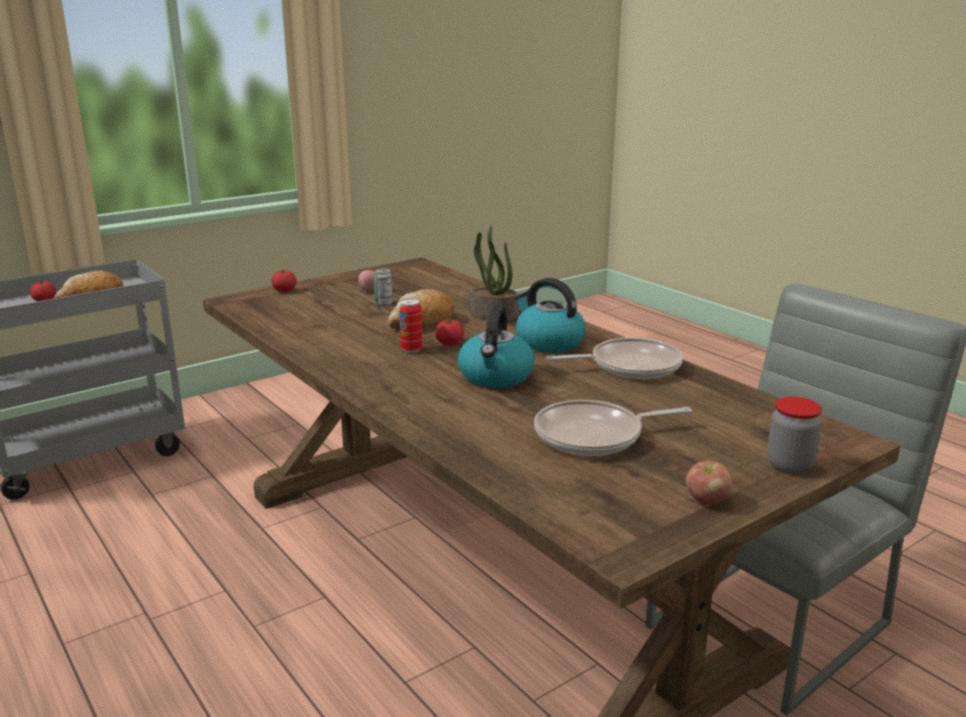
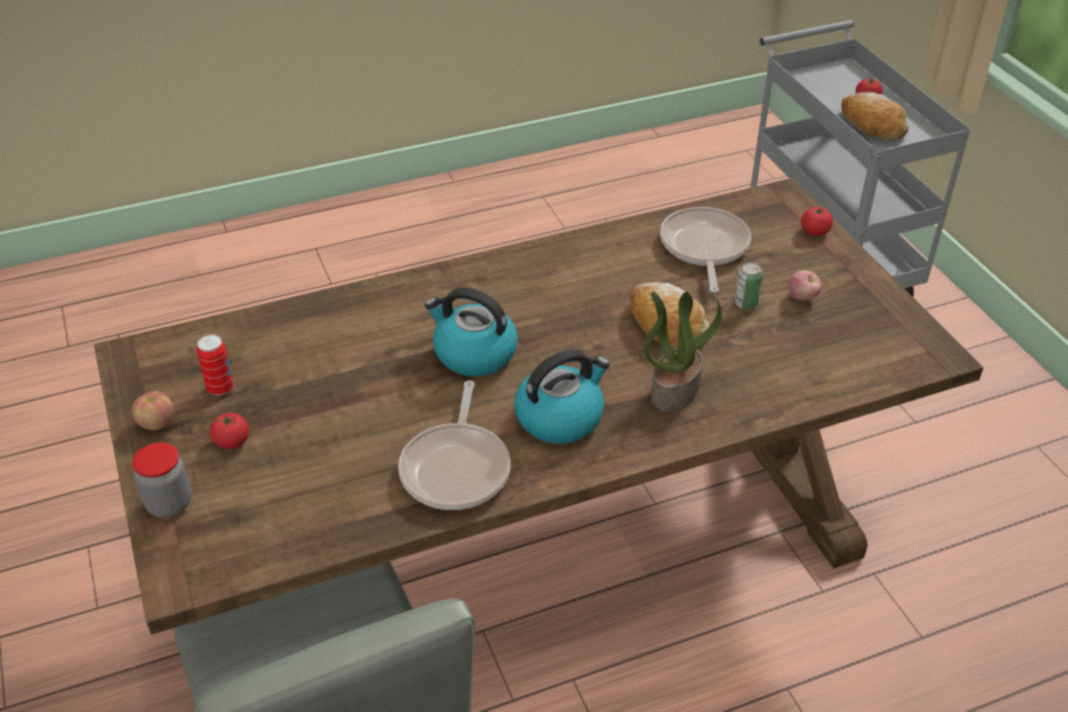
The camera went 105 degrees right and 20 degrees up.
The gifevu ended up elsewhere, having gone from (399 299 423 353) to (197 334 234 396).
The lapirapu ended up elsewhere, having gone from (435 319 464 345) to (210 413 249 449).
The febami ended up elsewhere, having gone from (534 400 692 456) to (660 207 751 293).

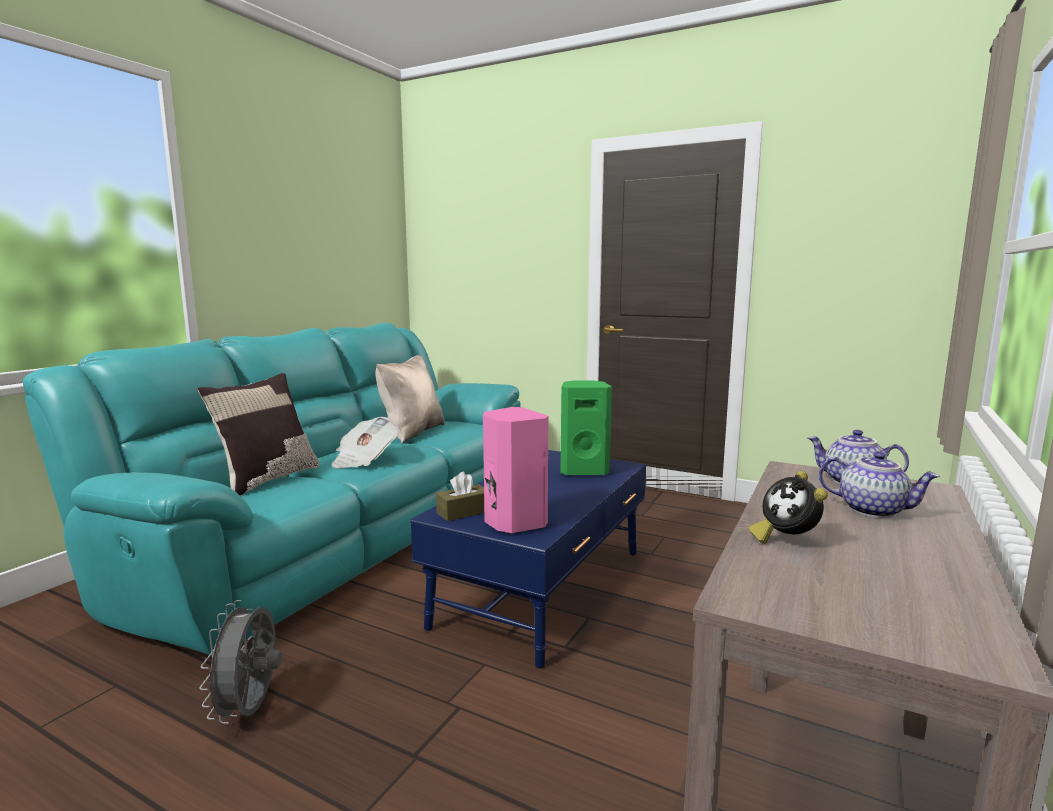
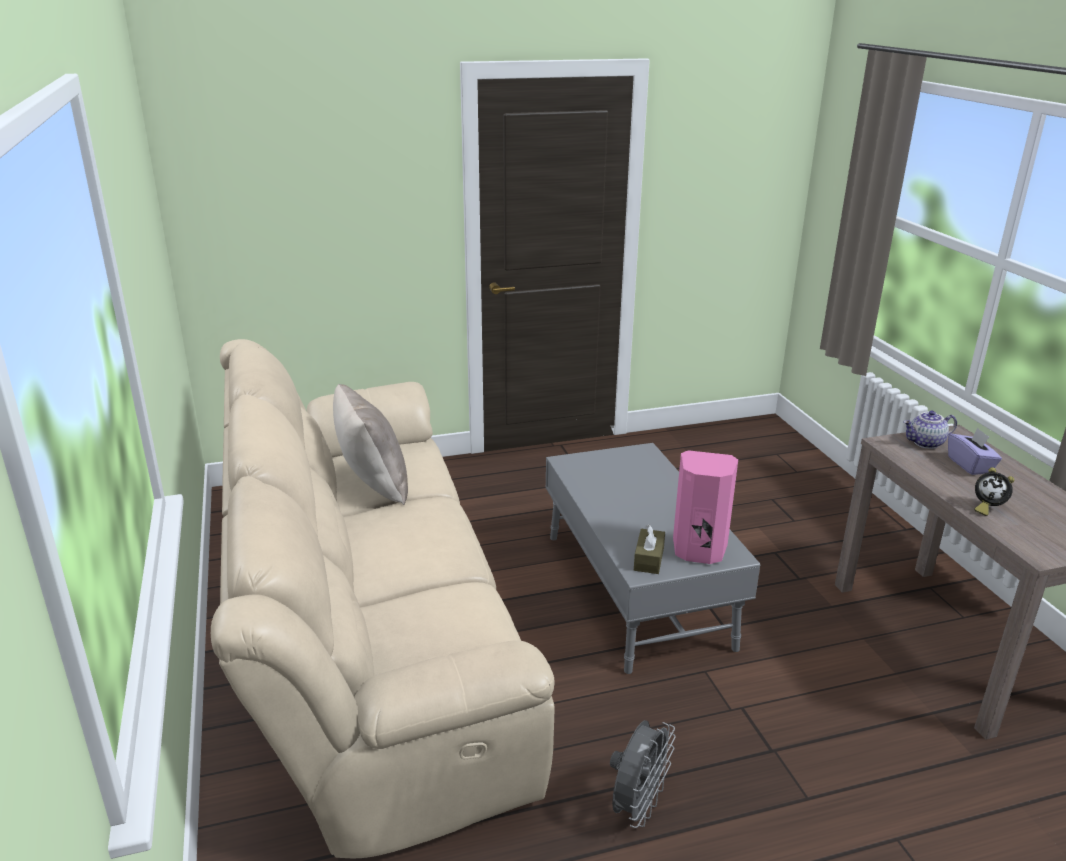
The camera went 45 degrees left and 15 degrees up.
What was the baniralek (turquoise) at (23 323 520 655) turned into the baniralek (beige) at (211 339 555 858).
The second view lost the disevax at (198 373 320 495).
The second view lost the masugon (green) at (560 381 612 475).
The second view lost the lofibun at (331 417 398 468).
What was the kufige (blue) at (411 450 646 668) turned into the kufige (grey) at (545 443 760 674).
Where the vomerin stood at (819 451 940 518), the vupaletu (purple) came to stand at (948 428 1002 475).
The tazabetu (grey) at (199 600 282 724) ended up facing another way, 105 degrees counterclockwise from before.

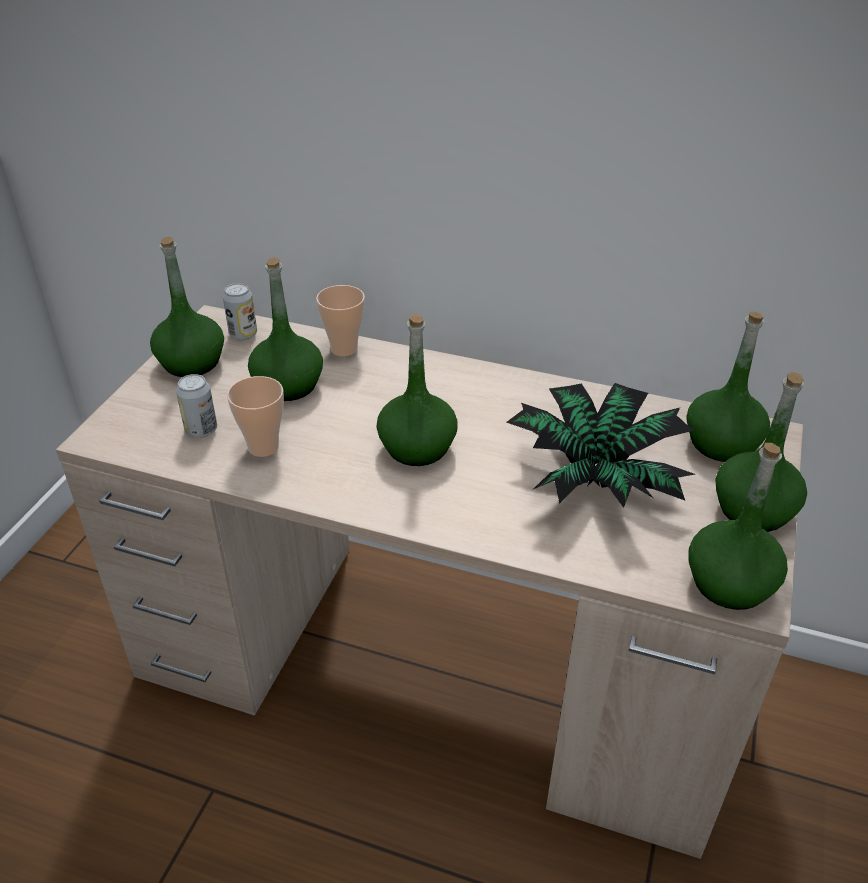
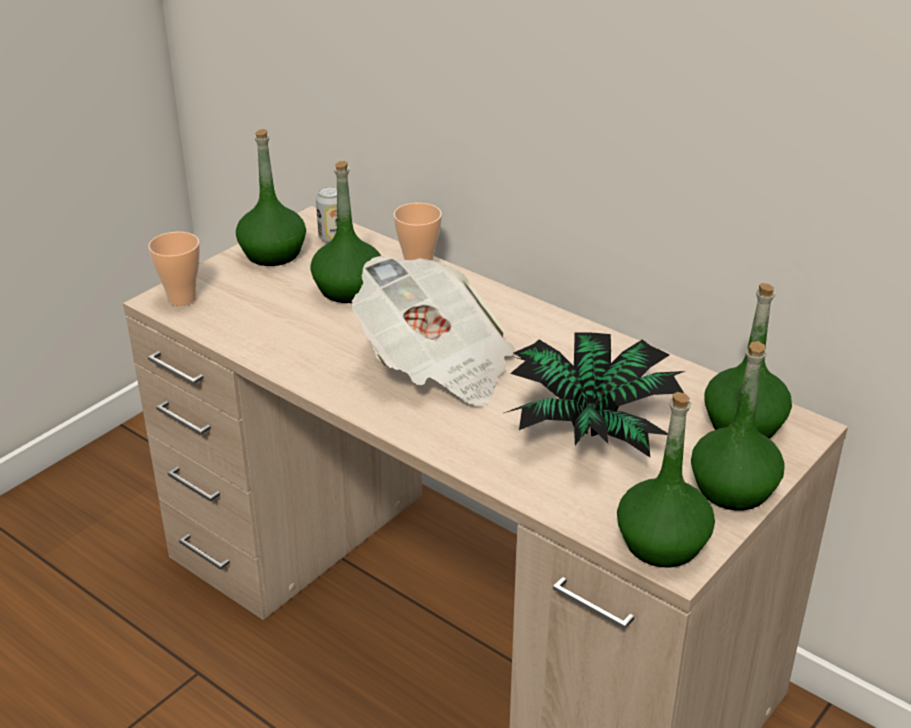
The camera went 20 degrees right and 5 degrees down.
Where the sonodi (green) stood at (377 314 458 466), the lofibun came to stand at (352 256 515 406).
The second view lost the gifevu at (176 374 217 438).
The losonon ended up elsewhere, having gone from (227 376 284 457) to (148 232 200 306).

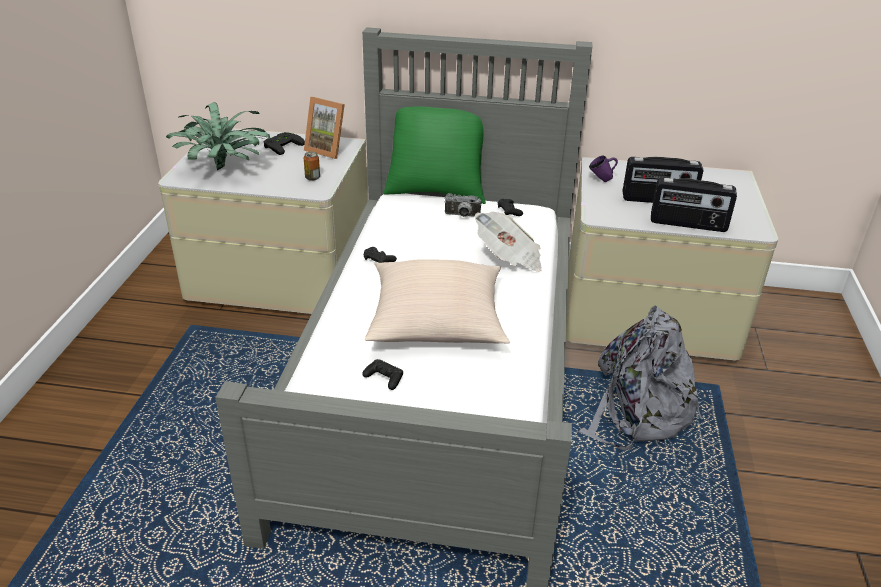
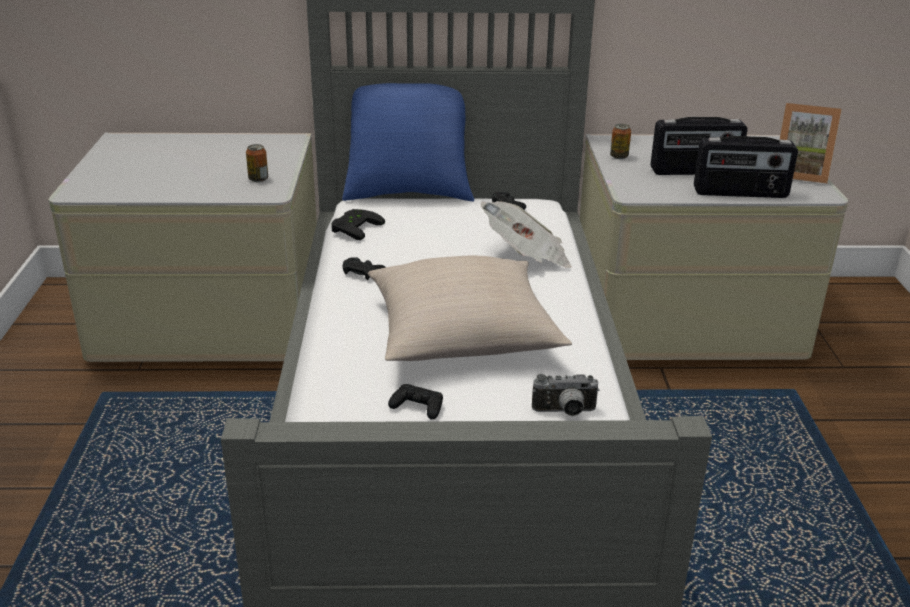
The camera went 10 degrees left and 5 degrees down.
The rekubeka ended up elsewhere, having gone from (304 97 345 159) to (780 103 842 184).
The second view lost the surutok at (166 102 271 170).
What was the disevax (green) at (384 107 486 204) turned into the disevax (blue) at (342 83 474 202).
The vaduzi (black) ended up elsewhere, having gone from (263 132 305 155) to (331 209 385 240).
Where the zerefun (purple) stood at (589 156 618 182), the gifevu came to stand at (610 124 631 159).
The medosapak ended up elsewhere, having gone from (444 193 481 217) to (532 374 600 416).
The second view lost the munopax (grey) at (579 305 702 450).

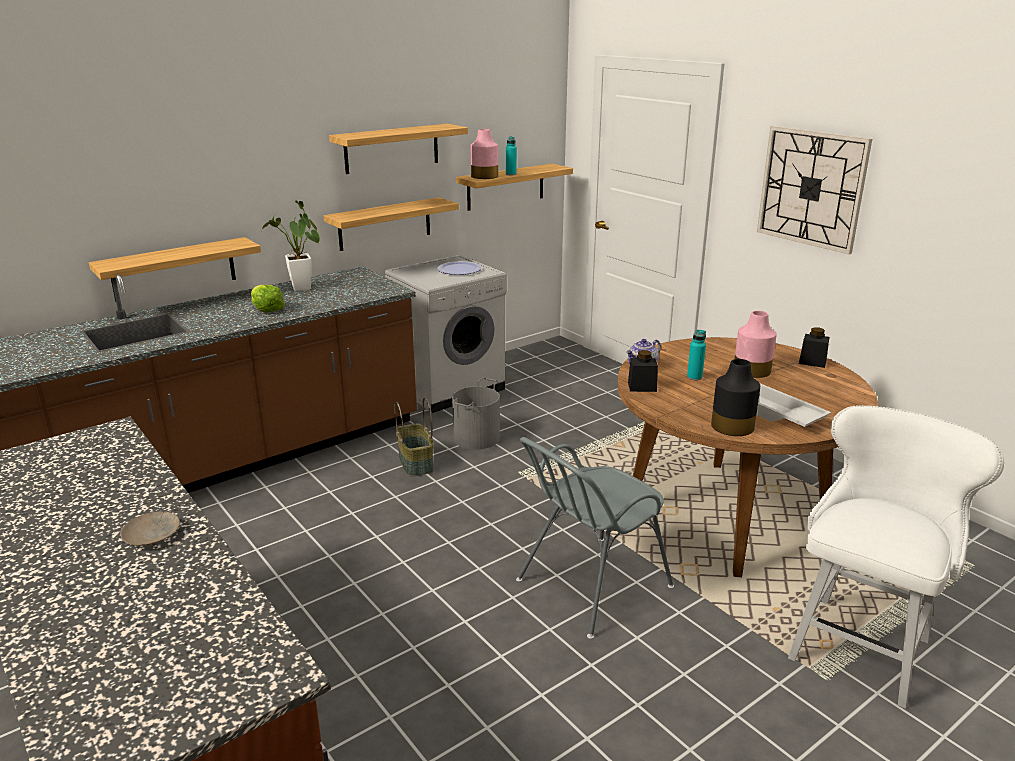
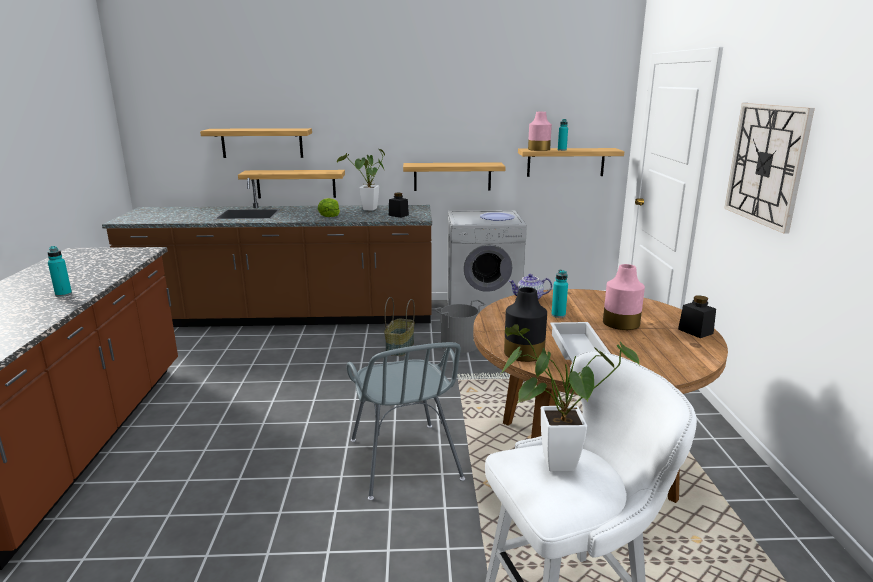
The camera went 35 degrees right and 5 degrees down.
The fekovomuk ended up elsewhere, having gone from (329 124 468 174) to (200 128 312 158).
The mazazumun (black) ended up elsewhere, having gone from (628 350 658 392) to (389 193 409 218).
The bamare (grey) at (516 437 674 639) ended up facing another way, 105 degrees counterclockwise from before.
Where the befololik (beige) stood at (120 511 180 546), the sonodi (turquoise) came to stand at (47 246 72 297).
The second view gained the surutok at (501 325 640 471).

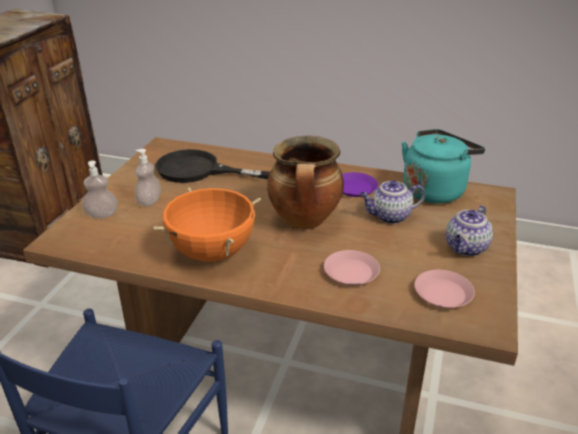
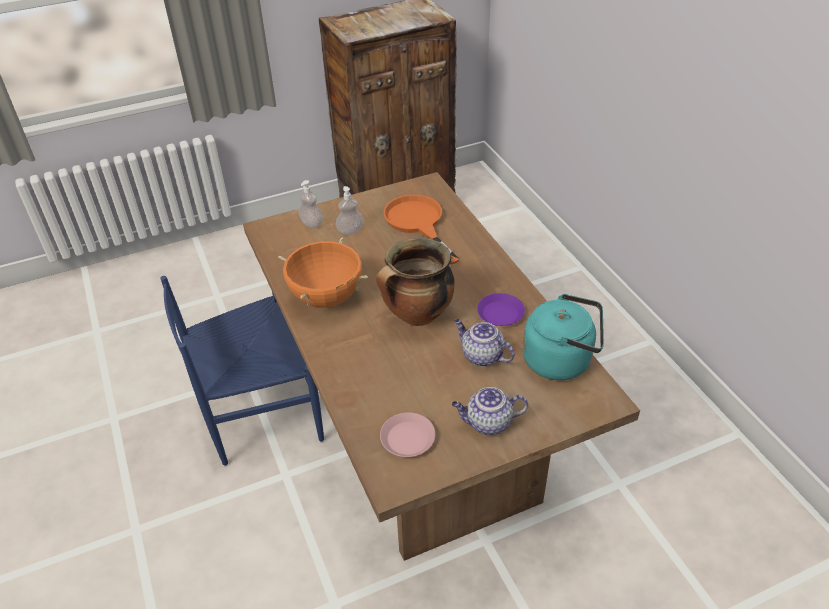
The camera went 50 degrees right and 10 degrees up.
What was the febami (black) at (155 149 270 183) turned into the febami (orange) at (383 195 460 264).
The second view lost the befololik (pink) at (324 250 380 286).

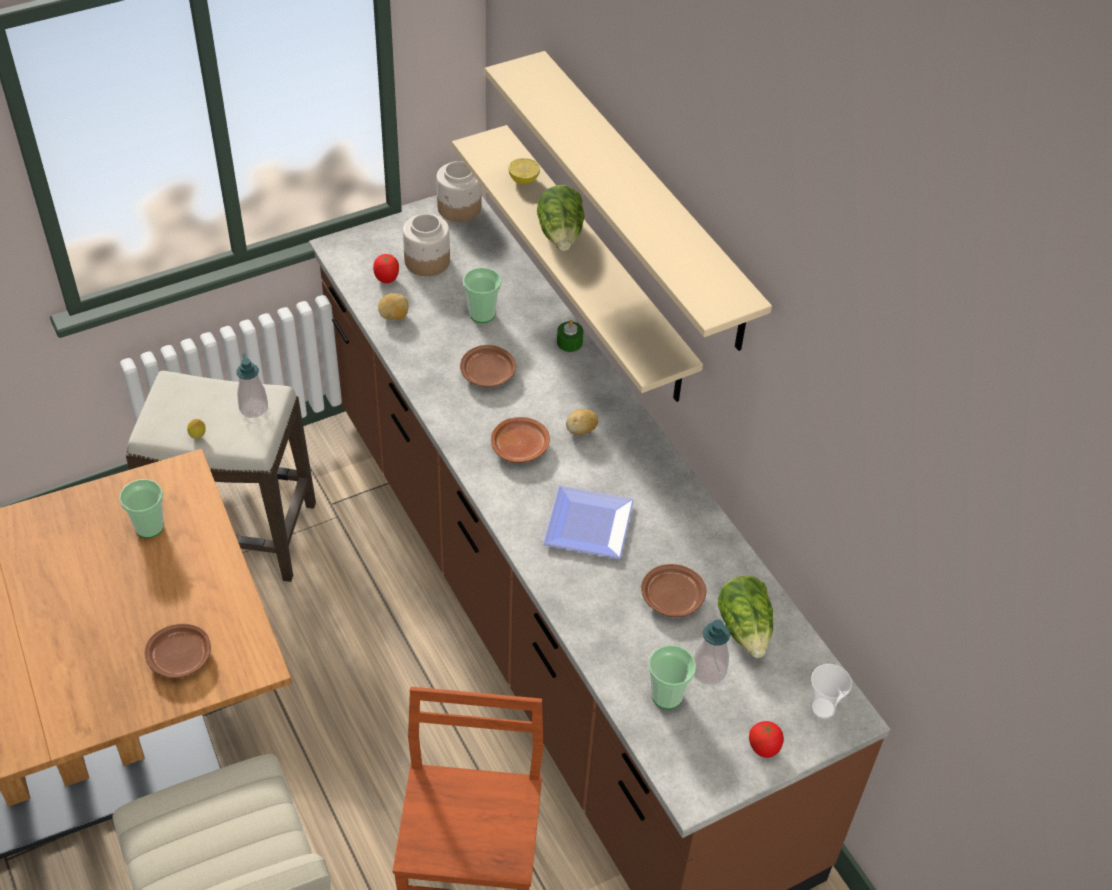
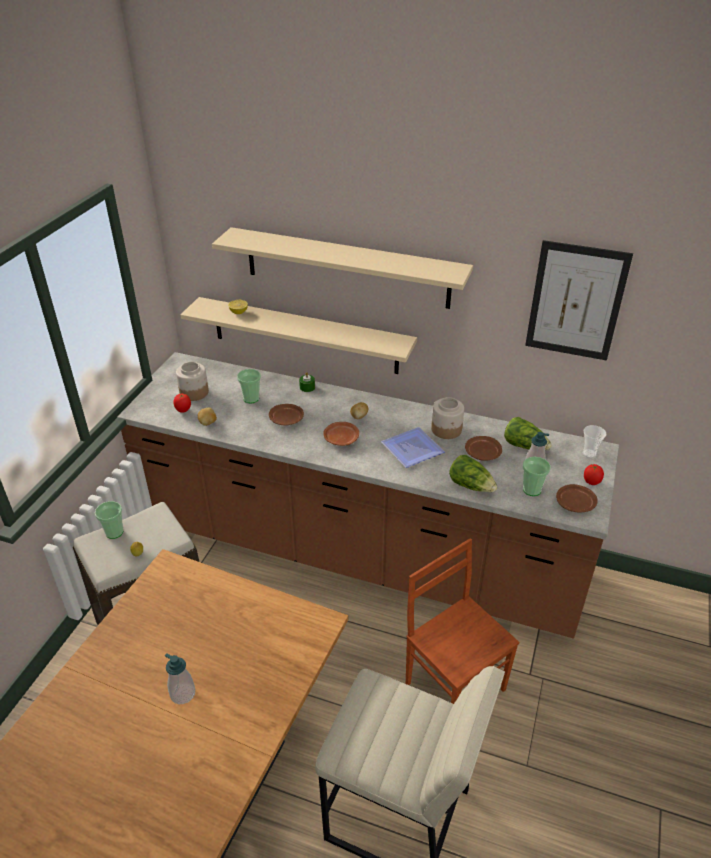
The camera went 40 degrees left and 10 degrees down.
The mazazumun ended up elsewhere, having gone from (436 161 481 222) to (431 397 464 439).
The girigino ended up elsewhere, having gone from (537 185 585 251) to (449 455 497 492).
The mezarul ended up elsewhere, having gone from (236 353 268 418) to (165 653 195 704).
The losonon ended up elsewhere, having gone from (119 479 164 538) to (95 501 123 539).
The befololik (brown) ended up elsewhere, having gone from (145 624 211 678) to (556 484 598 513).
The second view gained the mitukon at (525 240 633 361).

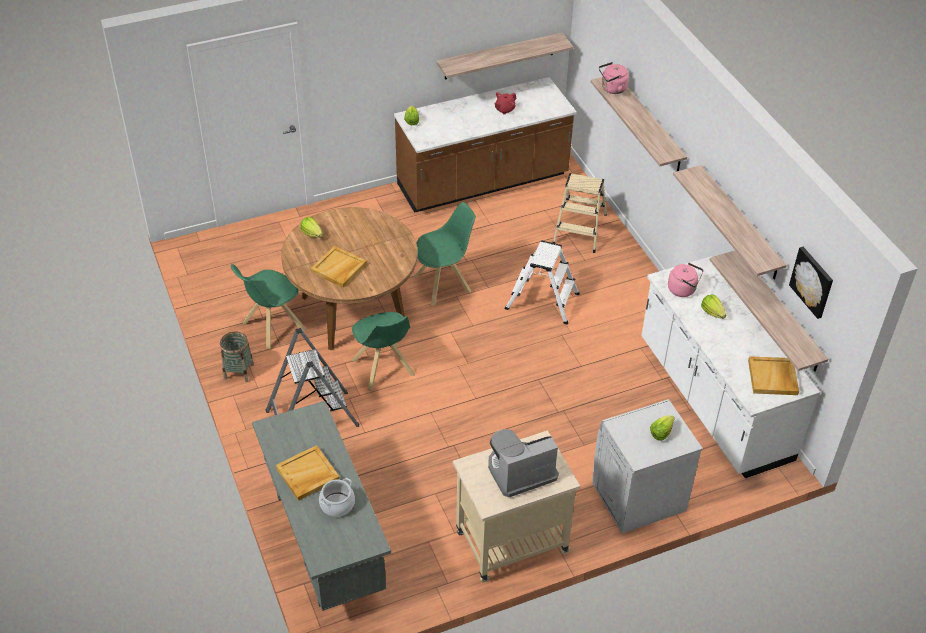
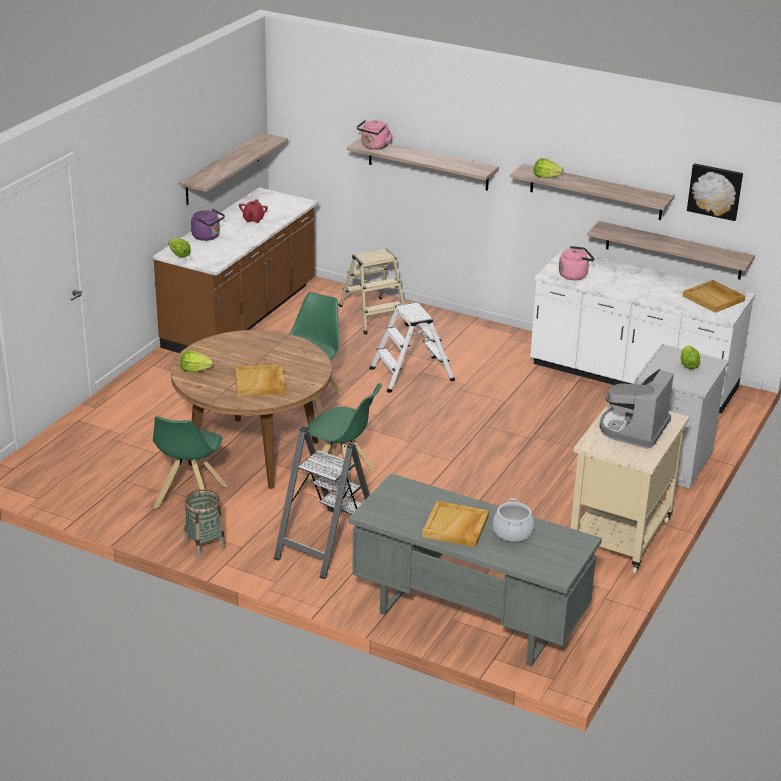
The camera went 40 degrees left and 15 degrees down.
The girigino ended up elsewhere, having gone from (701 294 726 319) to (534 158 563 178).
The second view gained the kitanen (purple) at (191 209 225 241).

